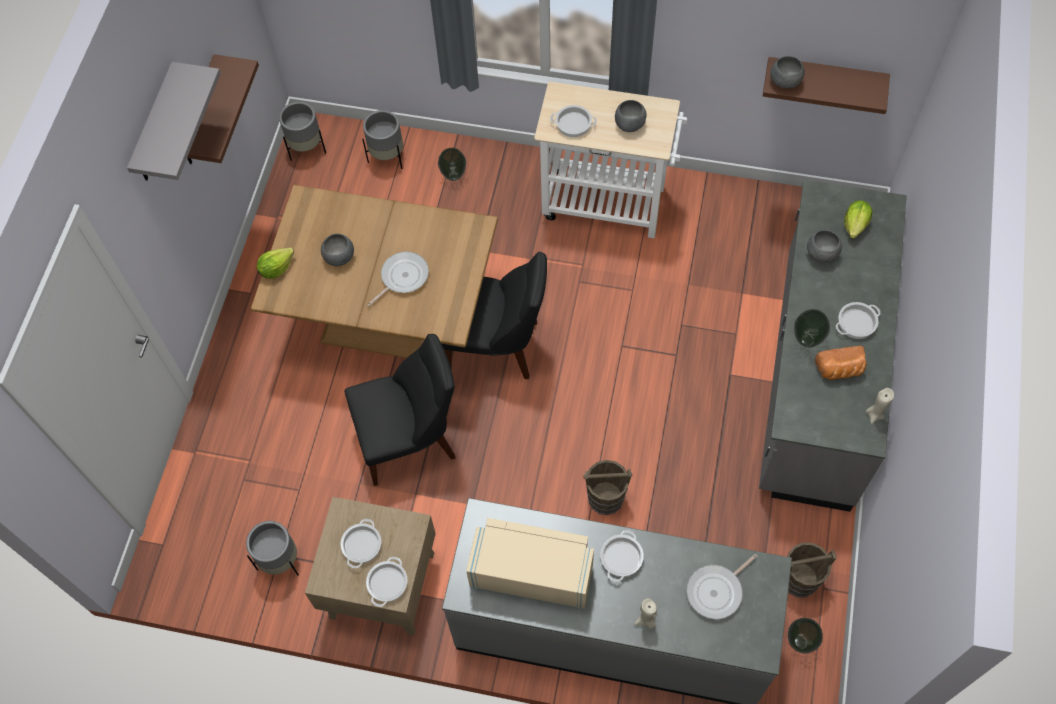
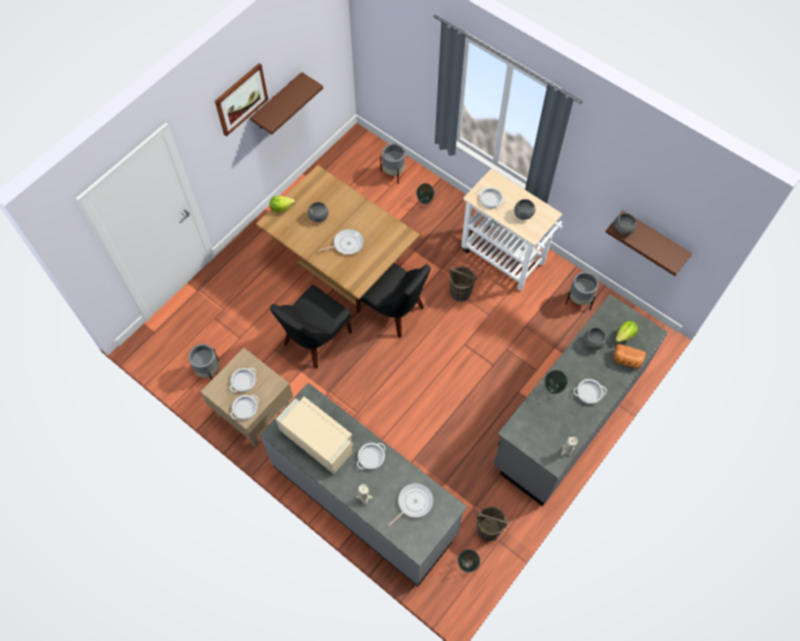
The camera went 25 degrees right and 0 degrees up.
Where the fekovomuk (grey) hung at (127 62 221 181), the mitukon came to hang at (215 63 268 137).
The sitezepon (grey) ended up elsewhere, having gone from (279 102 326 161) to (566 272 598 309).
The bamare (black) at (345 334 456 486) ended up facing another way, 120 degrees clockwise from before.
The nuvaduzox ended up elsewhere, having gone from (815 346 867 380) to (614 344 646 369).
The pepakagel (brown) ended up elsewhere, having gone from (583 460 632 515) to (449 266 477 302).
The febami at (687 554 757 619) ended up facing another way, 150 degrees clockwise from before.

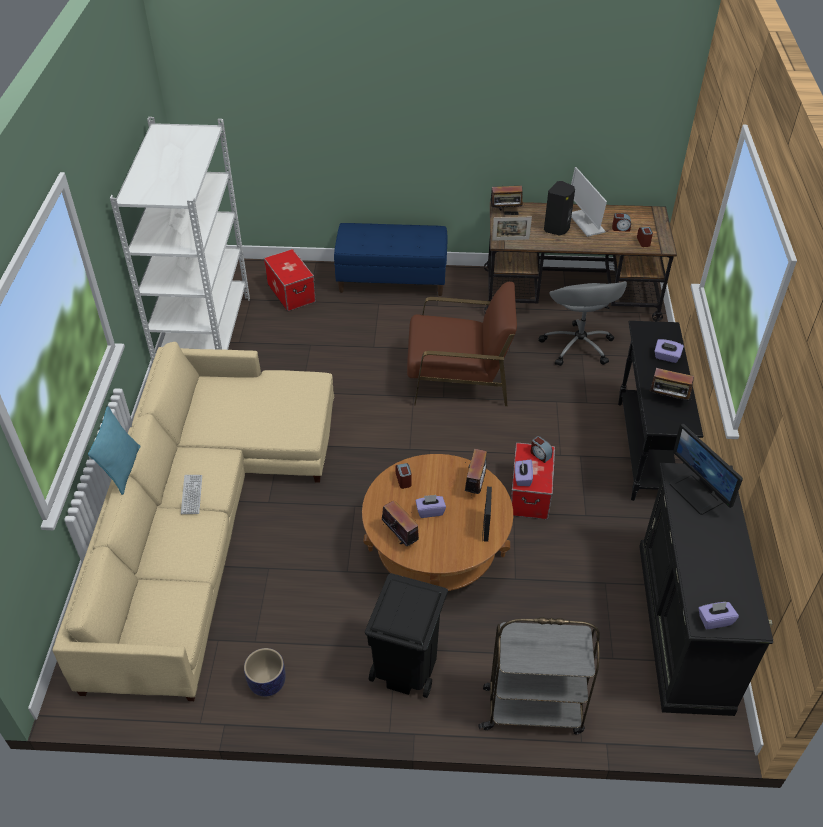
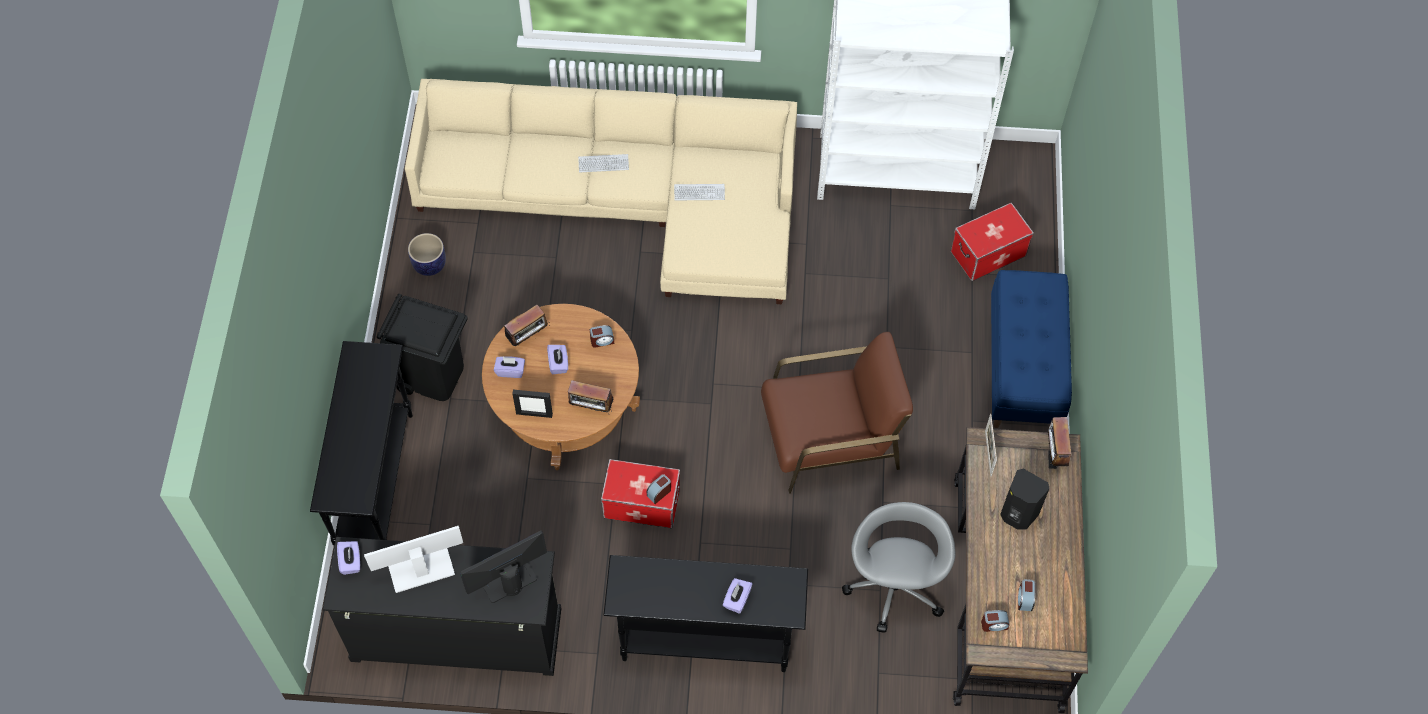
The camera went 90 degrees right and 15 degrees up.
The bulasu ended up elsewhere, having gone from (571 167 607 237) to (364 526 463 593).
The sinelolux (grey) at (538 281 627 366) ended up facing another way, 105 degrees clockwise from before.
The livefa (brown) at (407 282 517 406) ended up facing another way, 105 degrees counterclockwise from before.
The second view lost the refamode at (650 368 694 402).
The second view lost the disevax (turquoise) at (88 406 140 495).
The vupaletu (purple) ended up elsewhere, having gone from (515 460 533 486) to (494 356 525 378).
Where the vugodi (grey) stood at (478 617 600 734), the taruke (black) came to stand at (310 341 413 545).
The second view gained the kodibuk at (674 184 725 200).

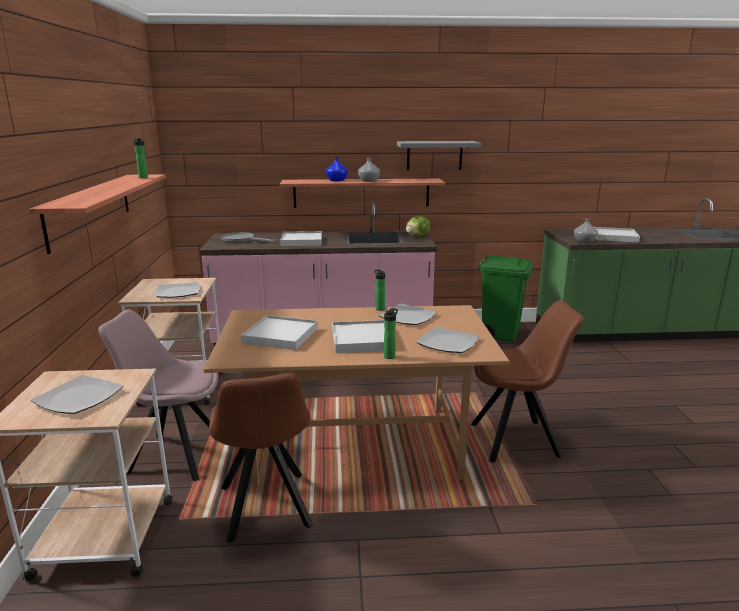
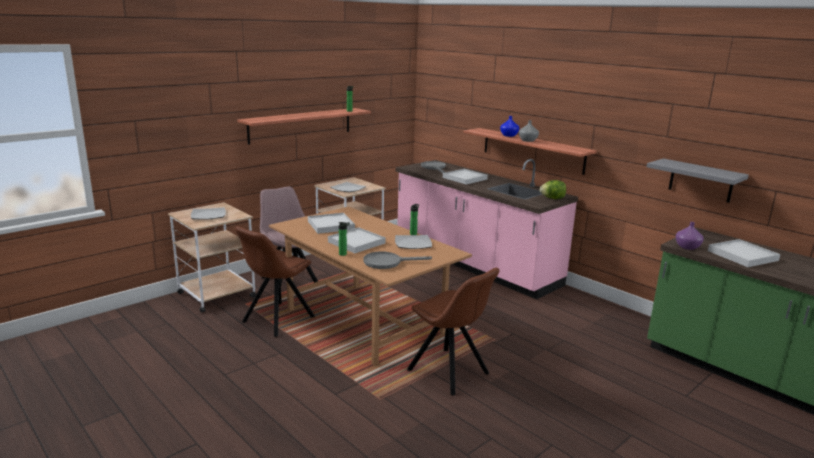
The camera went 50 degrees right and 0 degrees up.
The fekovomuk (grey) ended up elsewhere, having gone from (397 141 481 170) to (647 158 749 203).
What was the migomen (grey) at (574 218 598 243) turned into the migomen (purple) at (676 222 704 250).
The second view lost the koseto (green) at (477 256 533 342).
Where the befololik stood at (416 327 479 353), the febami (grey) came to stand at (363 251 432 269).

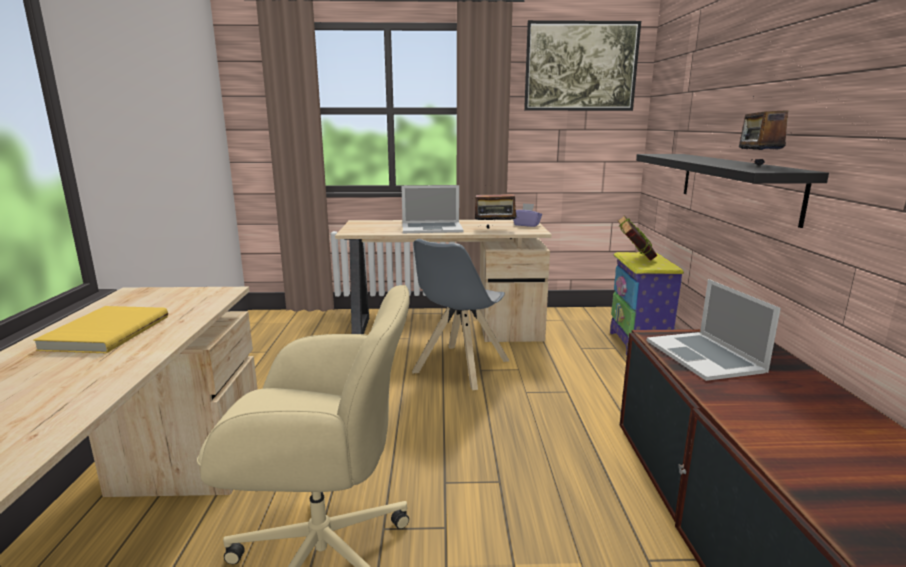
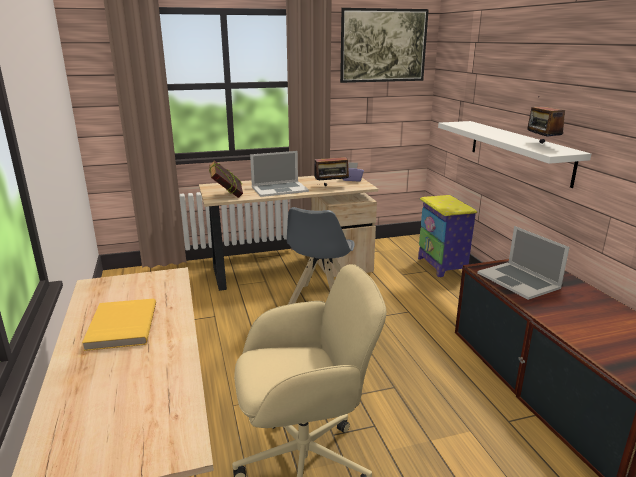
The camera went 15 degrees left and 5 degrees up.
What was the fekovomuk (black) at (636 154 829 228) turned into the fekovomuk (white) at (438 121 591 188).
The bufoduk ended up elsewhere, having gone from (617 215 657 261) to (209 160 243 198).

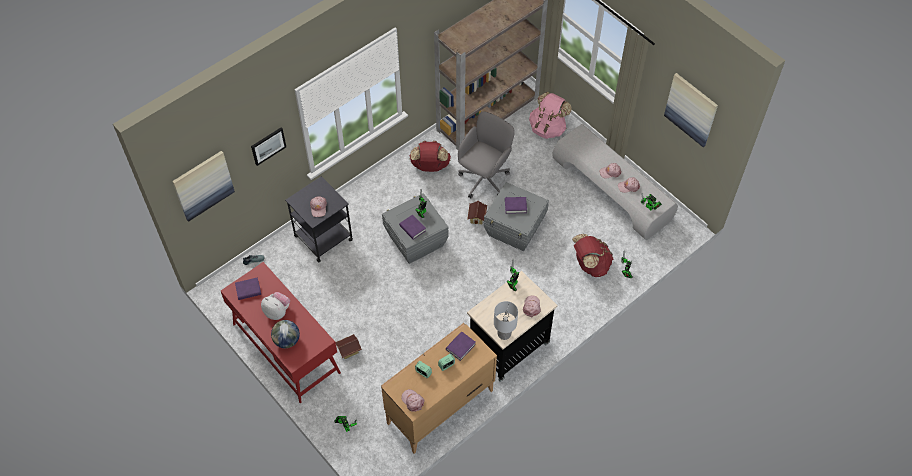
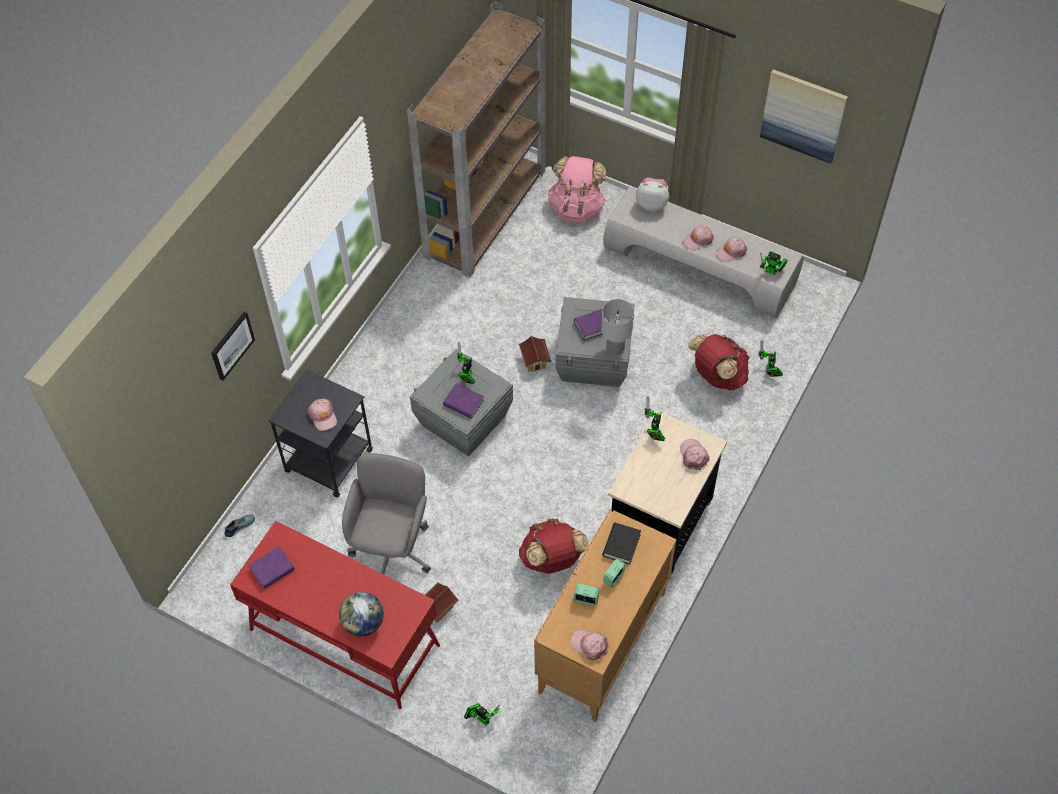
The camera went 20 degrees left and 0 degrees up.
The sinelolux (grey) ended up elsewhere, having gone from (458 111 515 198) to (342 453 431 574).
The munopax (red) ended up elsewhere, having gone from (410 141 451 172) to (519 518 589 574).
The second view lost the mitukon at (172 151 235 222).
The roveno ended up elsewhere, having gone from (261 292 290 320) to (636 177 669 211).
The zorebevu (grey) ended up elsewhere, having gone from (494 301 518 340) to (601 299 634 355).
What was the bufoduk (purple) at (446 332 476 361) turned into the bufoduk (black) at (603 523 641 565).

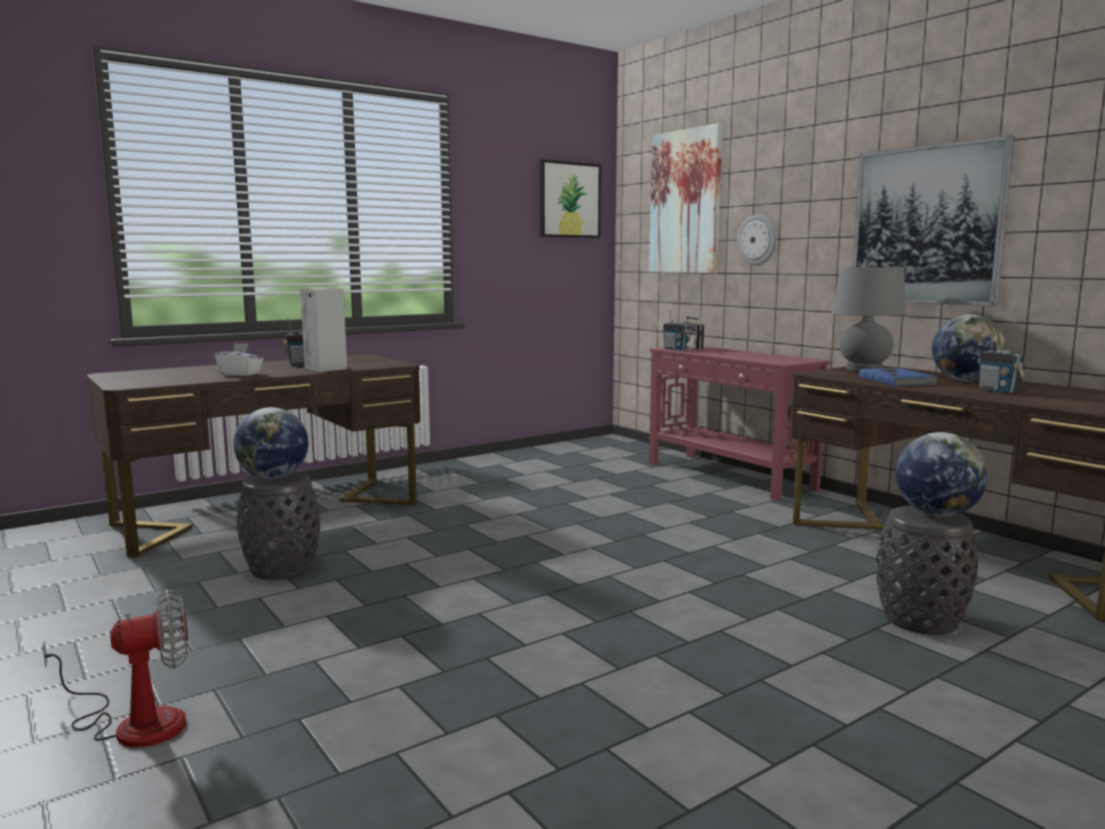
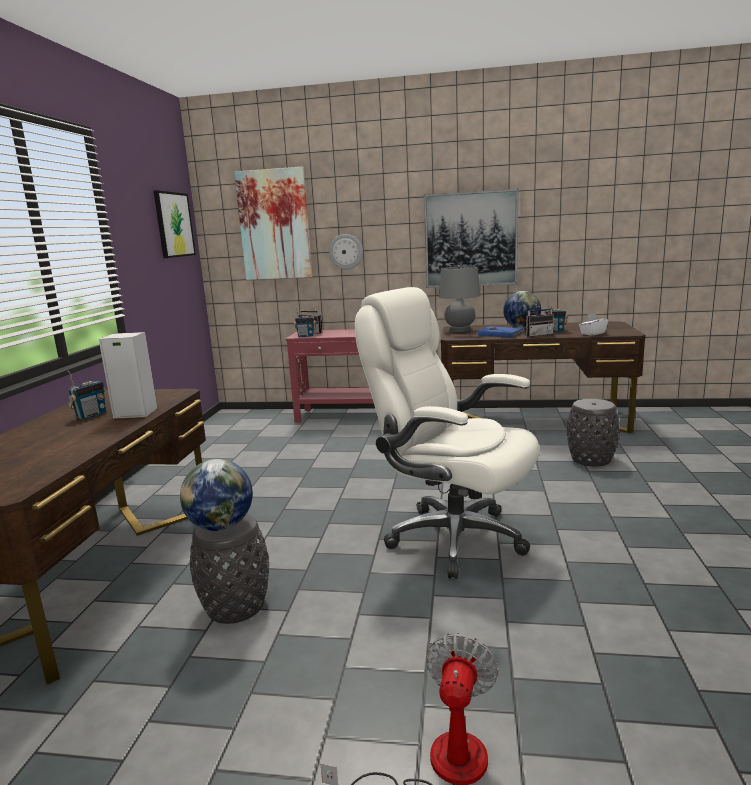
The camera went 45 degrees left and 5 degrees up.
The vupaletu (white) ended up elsewhere, having gone from (215 343 263 376) to (579 313 608 336).
The second view lost the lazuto at (896 432 988 517).
The second view gained the sinelolux (white) at (355 287 539 579).
The second view gained the refamode at (525 302 554 337).

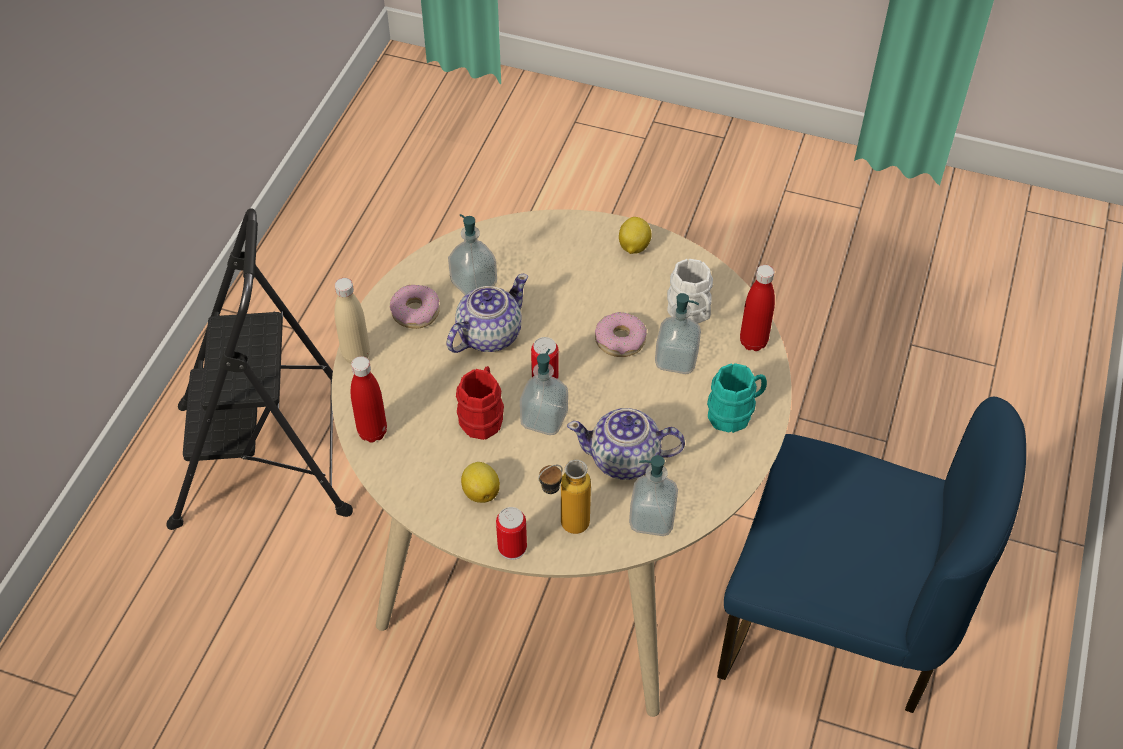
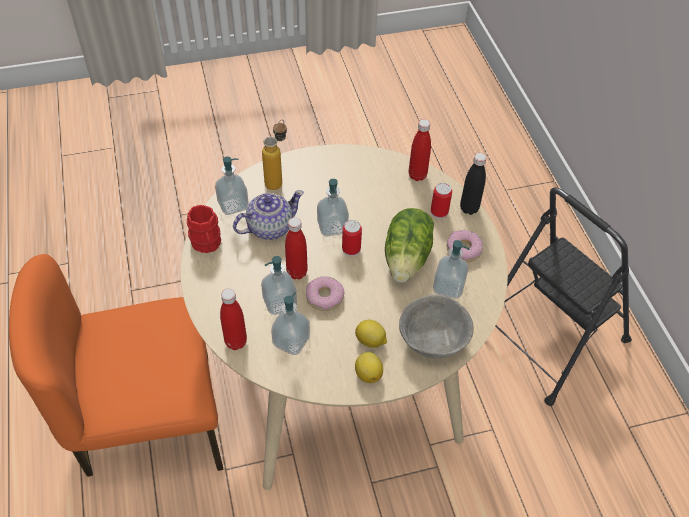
The camera went 145 degrees right and 0 degrees up.
Where the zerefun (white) stood at (667 259 713 323), the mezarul came to stand at (271 292 310 355).
Where the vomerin stood at (447 274 528 353), the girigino came to stand at (385 208 434 283).
What was the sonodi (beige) at (335 278 370 364) turned into the sonodi (black) at (460 153 487 215).
The second view lost the zerefun (turquoise) at (707 363 767 433).
The zerefun (red) ended up elsewhere, having gone from (456 366 504 440) to (187 205 221 253).
What was the bamare (blue) at (717 396 1026 713) turned into the bamare (orange) at (9 254 223 477).
The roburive ended up elsewhere, having gone from (461 462 500 503) to (355 320 387 348).
The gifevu ended up elsewhere, having gone from (496 507 527 560) to (431 183 452 219).
The second view gained the sonodi (red) at (285 217 308 279).
The second view gained the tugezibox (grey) at (399 294 474 359).

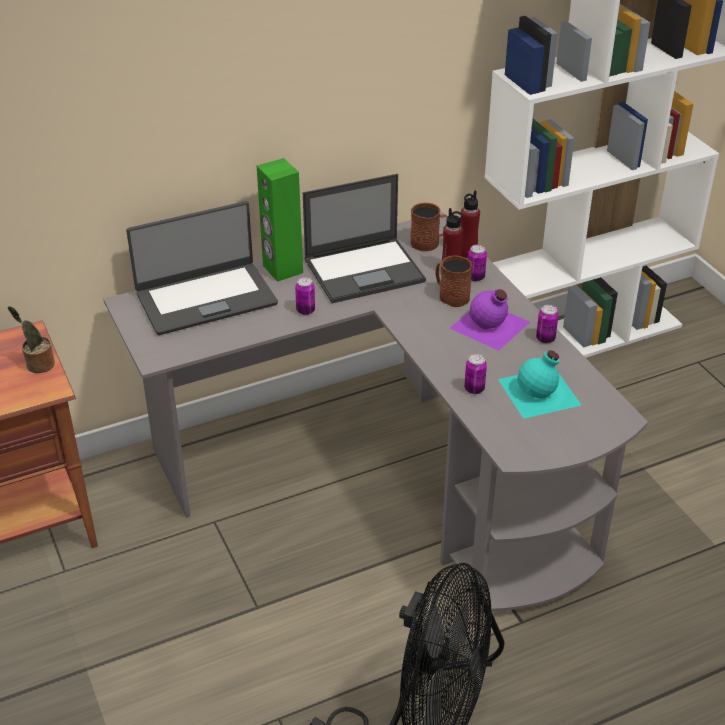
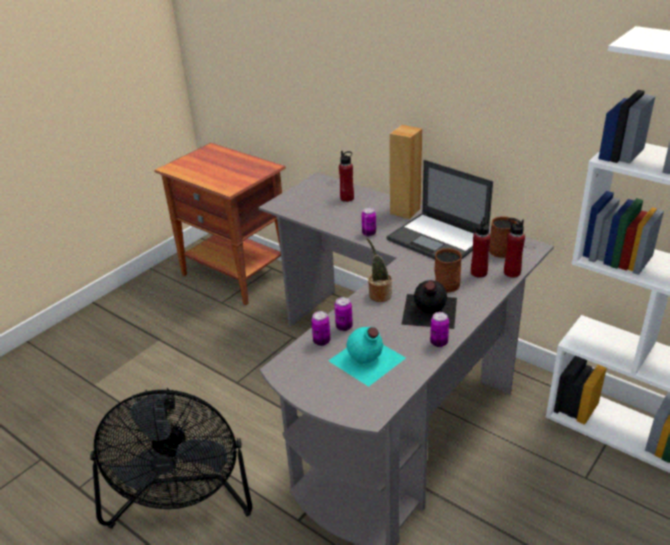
The camera went 65 degrees right and 5 degrees down.
What was the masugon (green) at (257 158 303 282) turned into the masugon (brown) at (390 125 422 219).
Where the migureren stood at (126 201 278 335), the sonodi (red) came to stand at (339 150 354 202).
The gifevu ended up elsewhere, having gone from (468 245 487 281) to (311 311 330 346).
What was the sonodi (purple) at (450 289 530 351) turned into the sonodi (black) at (401 280 457 329).
The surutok ended up elsewhere, having gone from (8 306 55 373) to (366 238 392 302).

